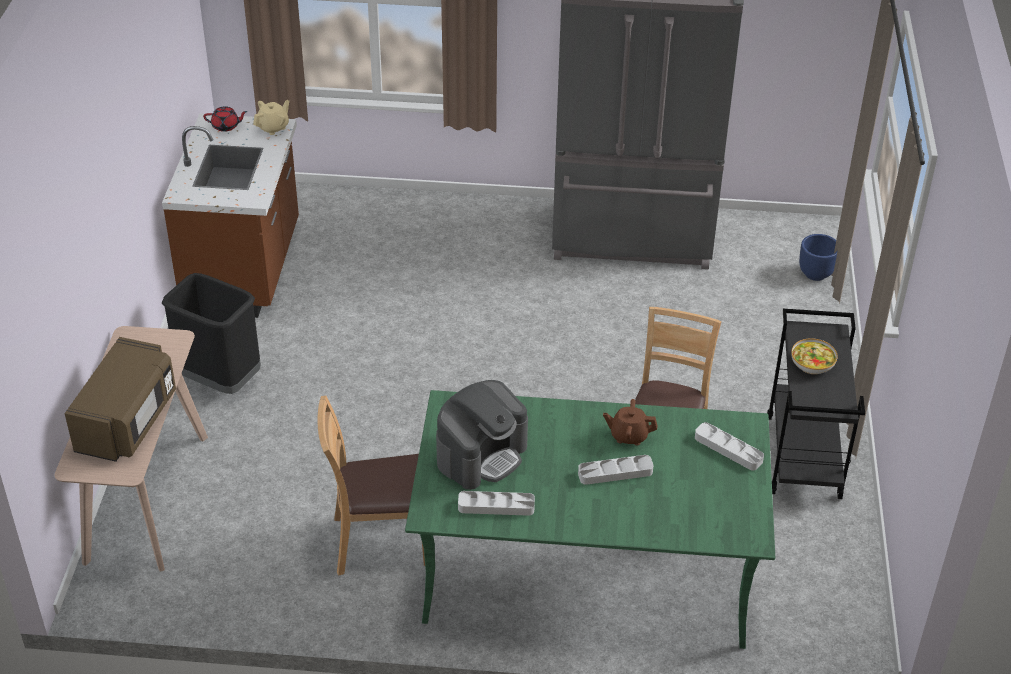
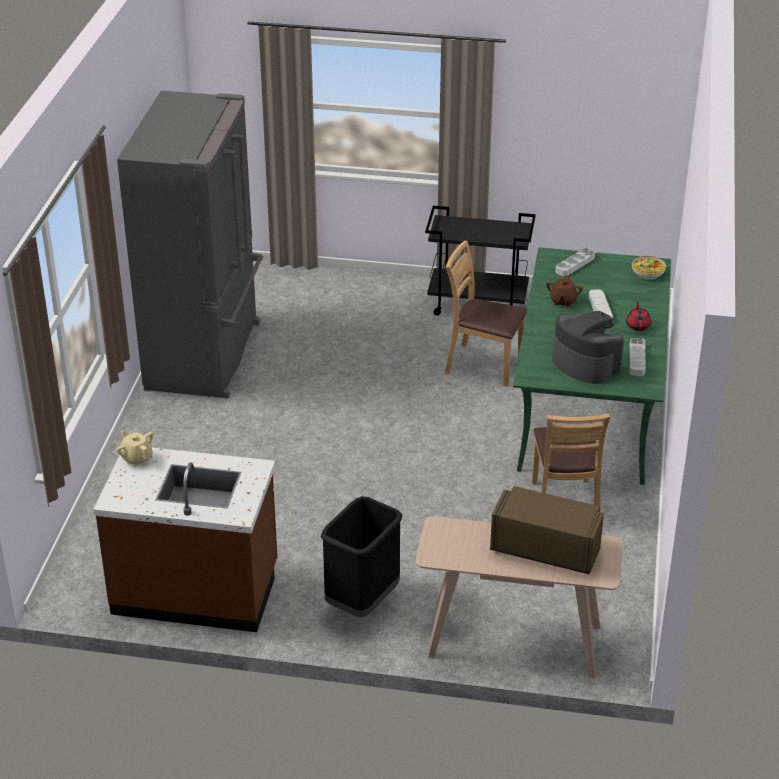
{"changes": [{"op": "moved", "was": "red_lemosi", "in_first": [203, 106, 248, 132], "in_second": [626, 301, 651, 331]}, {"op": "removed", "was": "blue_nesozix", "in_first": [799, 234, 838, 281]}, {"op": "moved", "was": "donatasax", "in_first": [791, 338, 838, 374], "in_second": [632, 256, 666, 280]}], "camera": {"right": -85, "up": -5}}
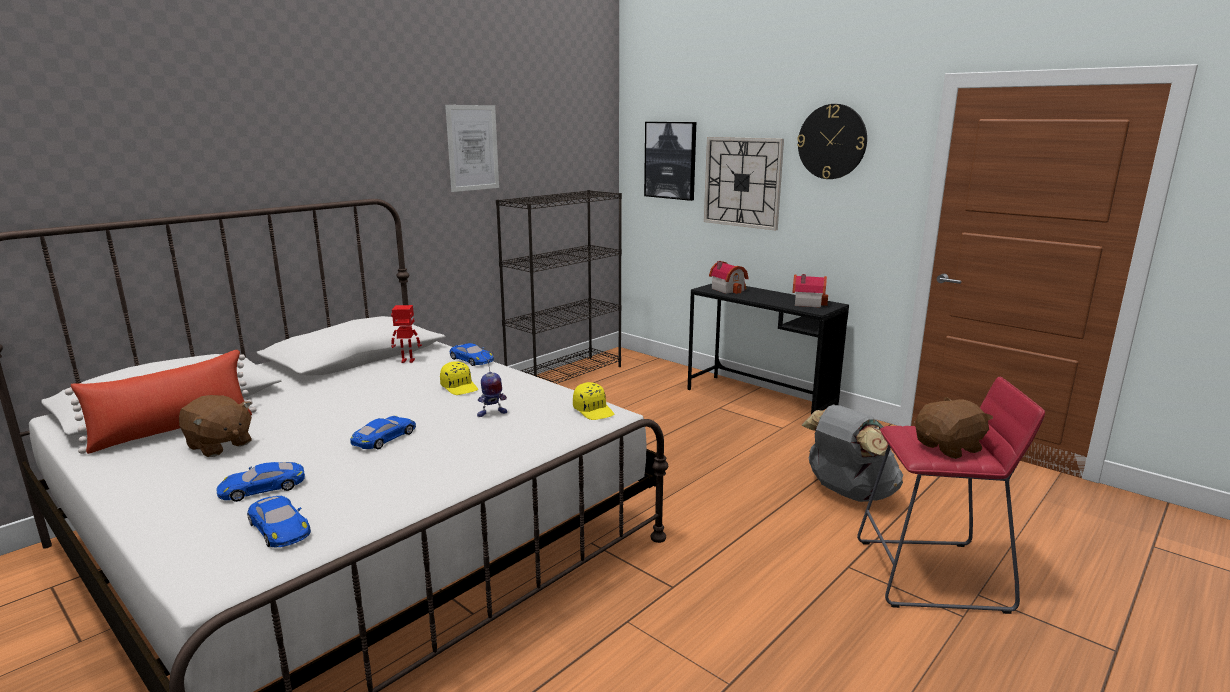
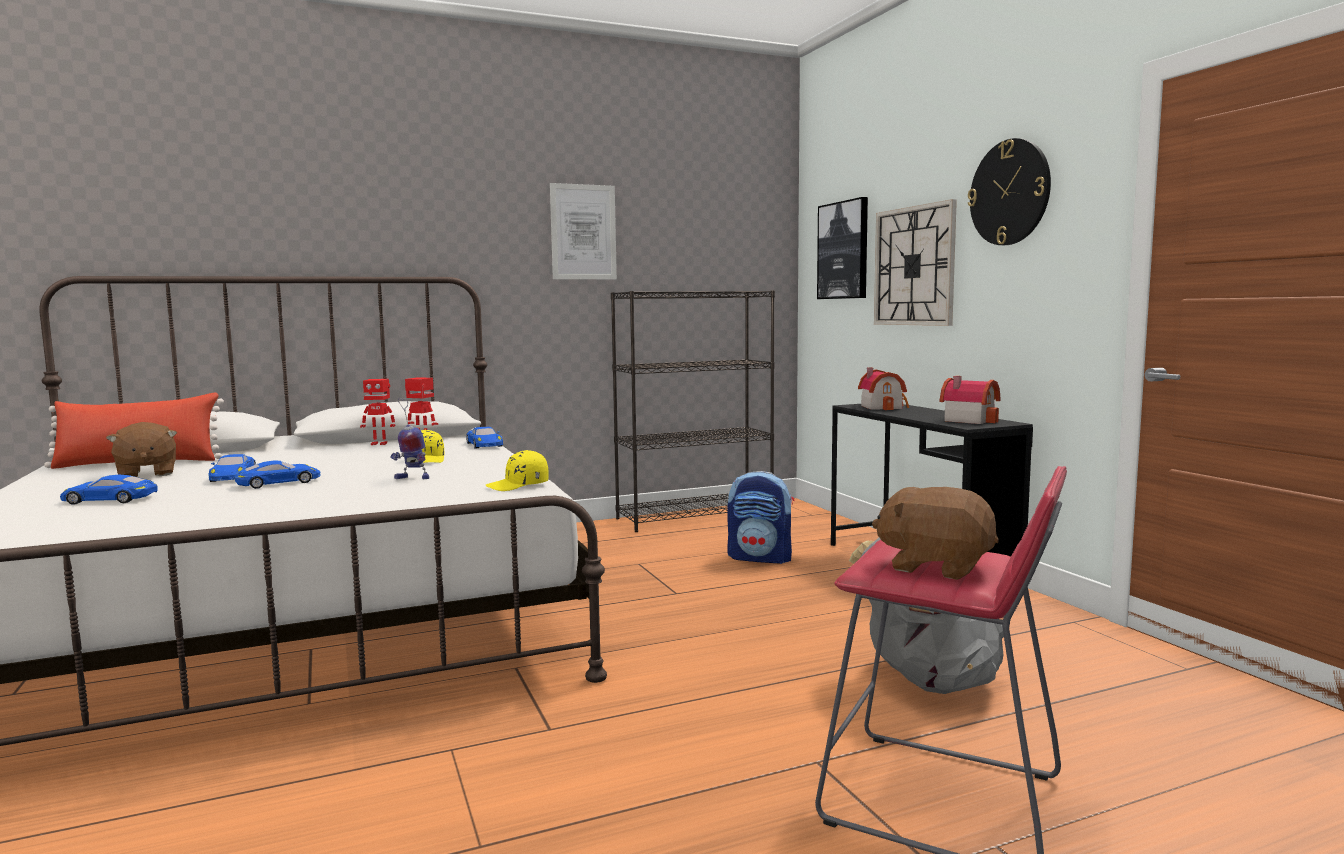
{"changes": [{"op": "turned", "was": "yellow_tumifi", "in_first": [573, 382, 614, 420], "in_second": [486, 450, 549, 491], "clockwise": 75}, {"op": "turned", "was": "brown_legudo", "in_first": [915, 397, 993, 459], "in_second": [872, 487, 999, 580], "clockwise": -150}, {"op": "moved", "was": "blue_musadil", "in_first": [247, 496, 311, 548], "in_second": [208, 454, 256, 482]}, {"op": "added", "now": "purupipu", "in_second": [360, 379, 396, 445]}, {"op": "added", "now": "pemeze", "in_second": [727, 471, 795, 564]}], "camera": {"right": 25, "up": -10}}
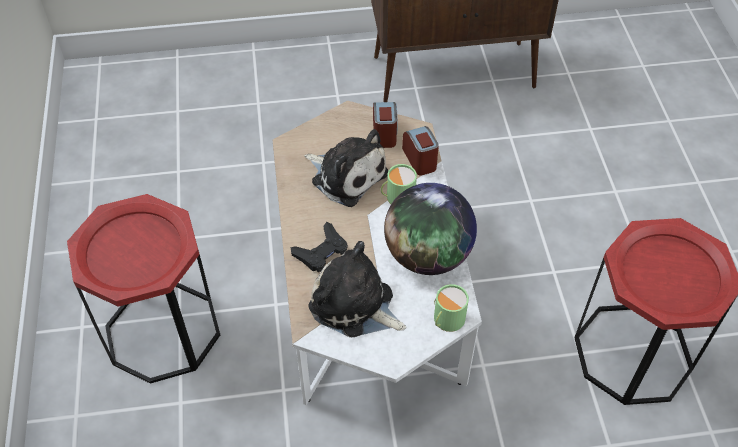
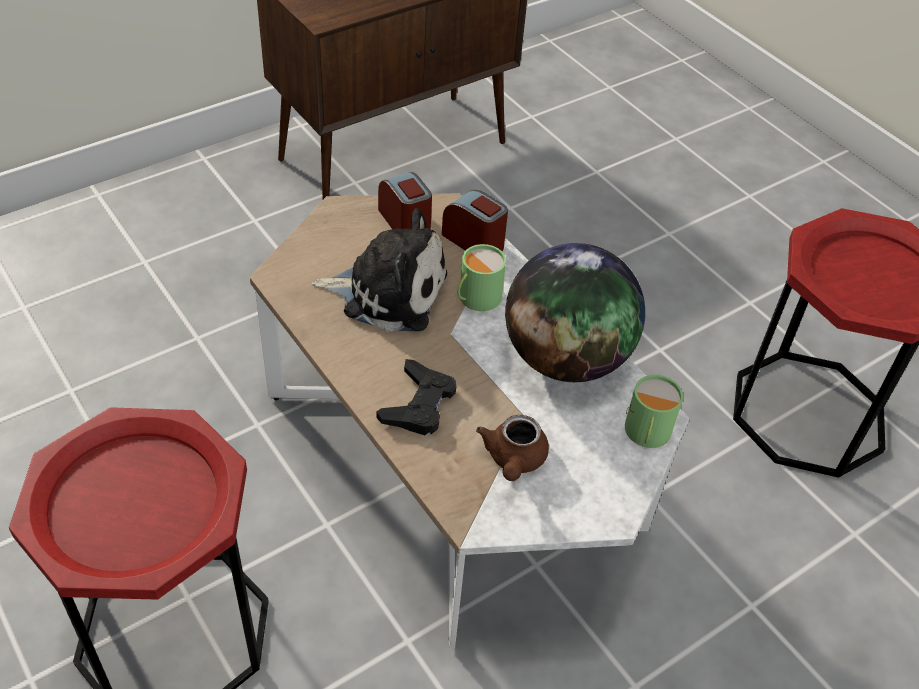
{"changes": [{"op": "replaced", "was": "legudo", "now": "brown_lemosi", "in_first": [308, 241, 406, 337], "in_second": [476, 415, 549, 481]}], "camera": {"right": -30, "up": -5}}
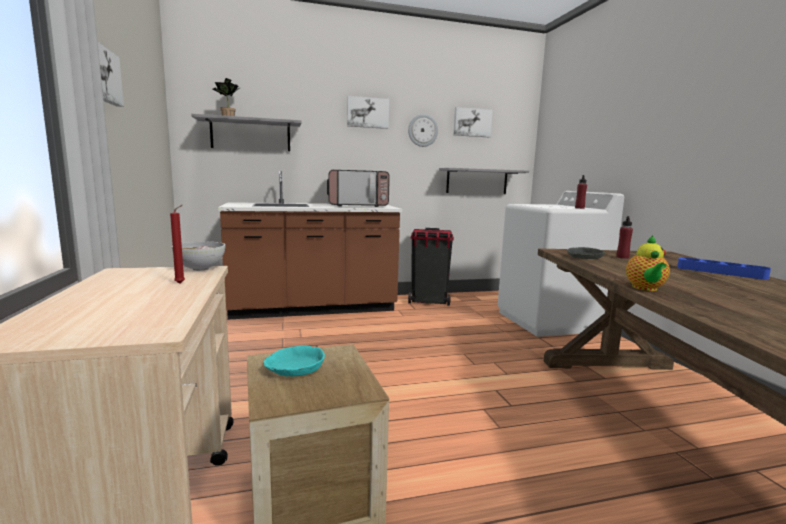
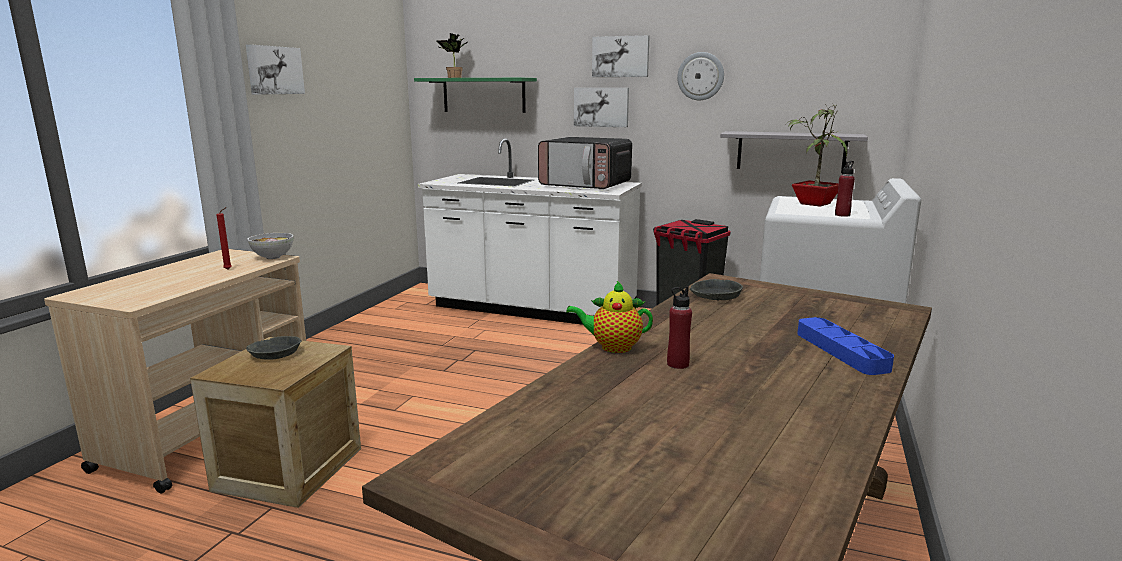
{"changes": [{"op": "moved", "was": "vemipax", "in_first": [454, 107, 493, 137], "in_second": [574, 88, 629, 127]}, {"op": "recoloured", "was": "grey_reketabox", "now": "green_reketabox", "in_first": [192, 114, 301, 151], "in_second": [414, 78, 537, 113]}, {"op": "recoloured", "was": "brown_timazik", "now": "white_timazik", "in_first": [218, 171, 402, 319], "in_second": [418, 138, 642, 325]}, {"op": "moved", "was": "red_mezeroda", "in_first": [616, 216, 633, 259], "in_second": [667, 286, 692, 369]}, {"op": "turned", "was": "lemosi", "in_first": [626, 235, 670, 291], "in_second": [566, 281, 653, 353], "clockwise": 45}, {"op": "recoloured", "was": "turquoise_donatasax", "now": "grey_donatasax", "in_first": [263, 346, 325, 377], "in_second": [246, 336, 302, 360]}, {"op": "added", "now": "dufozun", "in_second": [784, 103, 847, 207]}], "camera": {"right": 35, "up": 5}}
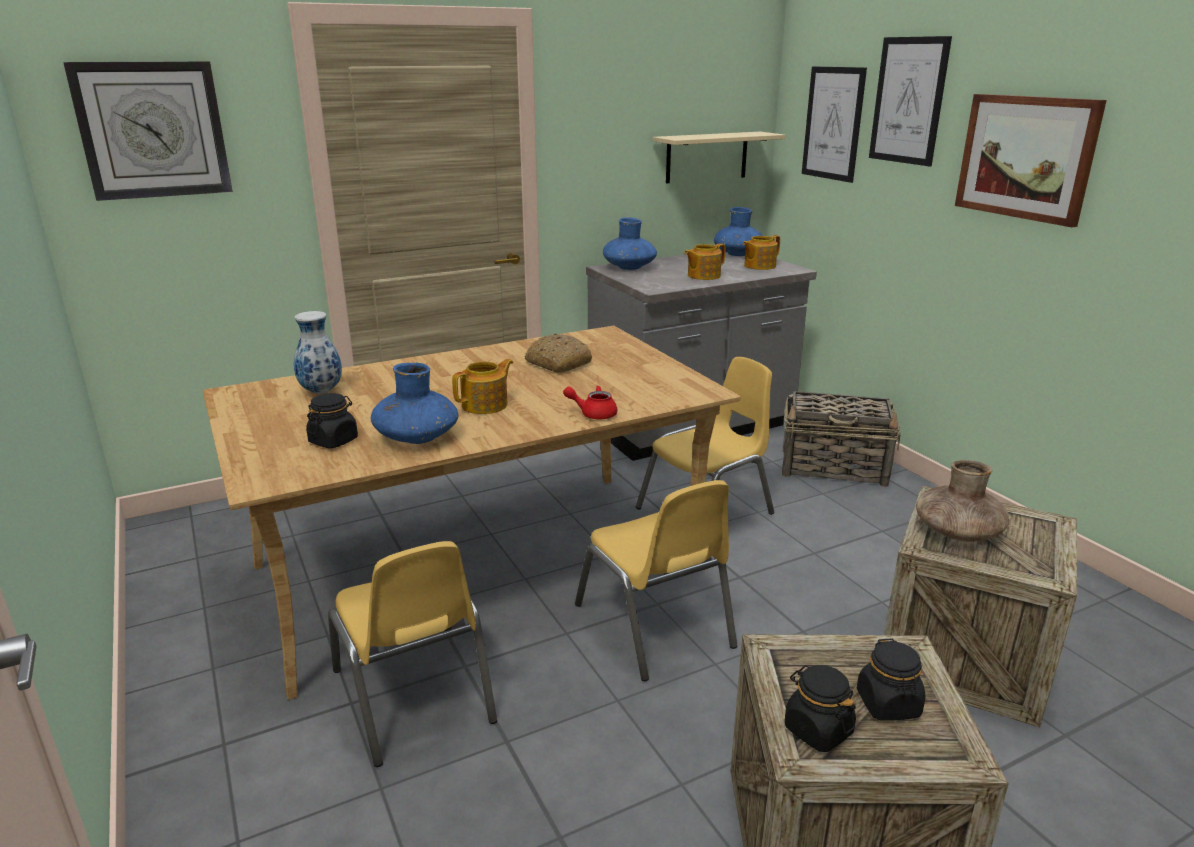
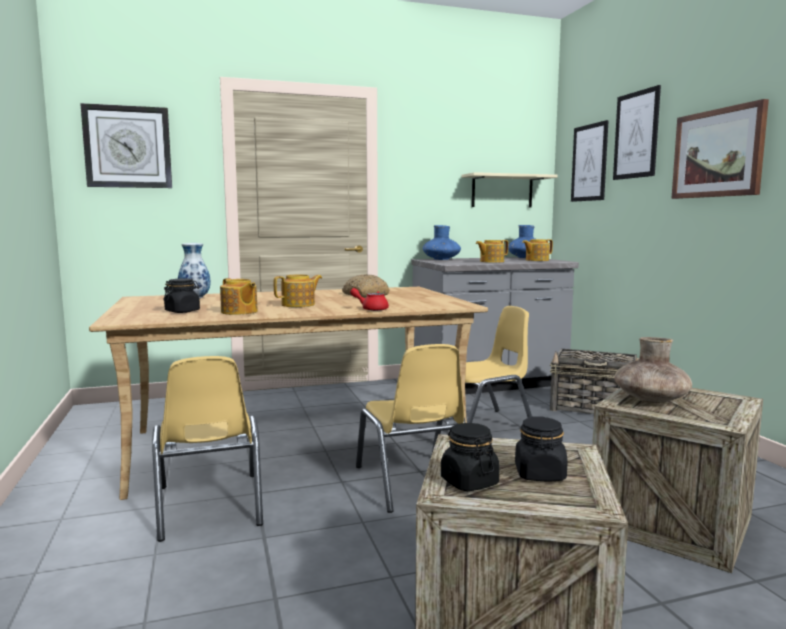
{"changes": [{"op": "replaced", "was": "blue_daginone", "now": "lemosi", "in_first": [371, 363, 458, 444], "in_second": [220, 278, 258, 315]}], "camera": {"right": 10, "up": -15}}
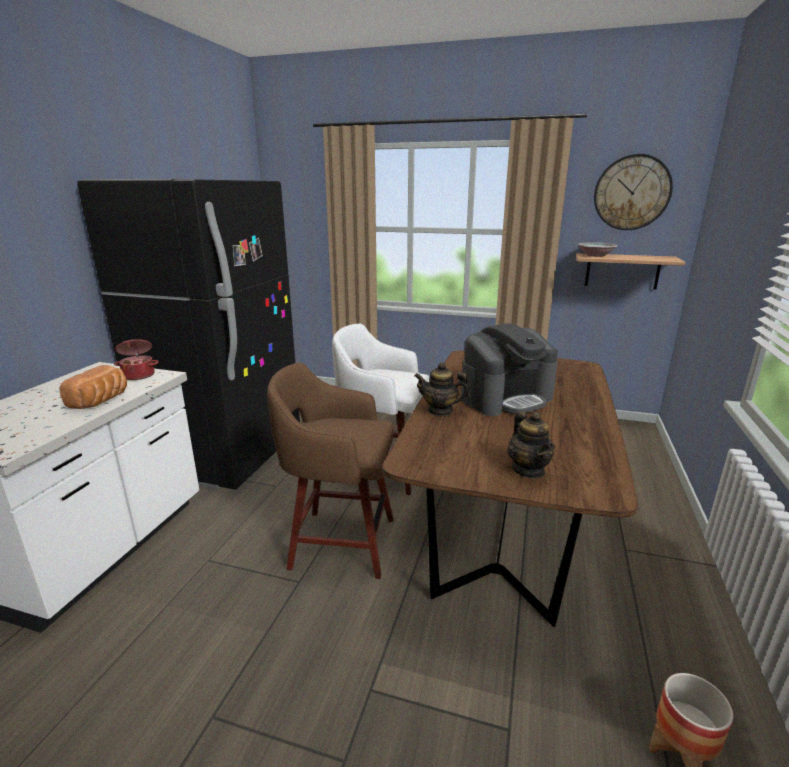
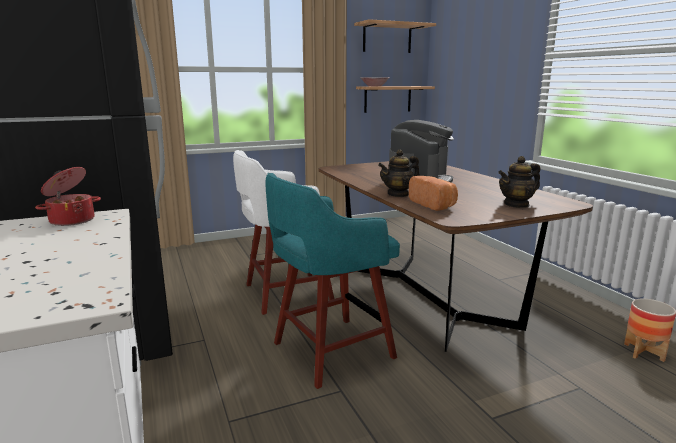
{"changes": [{"op": "replaced", "was": "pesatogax", "now": "reketabox", "in_first": [594, 154, 673, 230], "in_second": [354, 19, 436, 53]}, {"op": "recoloured", "was": "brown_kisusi", "now": "turquoise_kisusi", "in_first": [267, 362, 394, 579], "in_second": [265, 173, 400, 389]}, {"op": "moved", "was": "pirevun", "in_first": [59, 365, 127, 409], "in_second": [409, 176, 458, 211]}, {"op": "turned", "was": "lemosi", "in_first": [508, 411, 555, 478], "in_second": [498, 156, 540, 208], "clockwise": 120}], "camera": {"right": -40, "up": -5}}
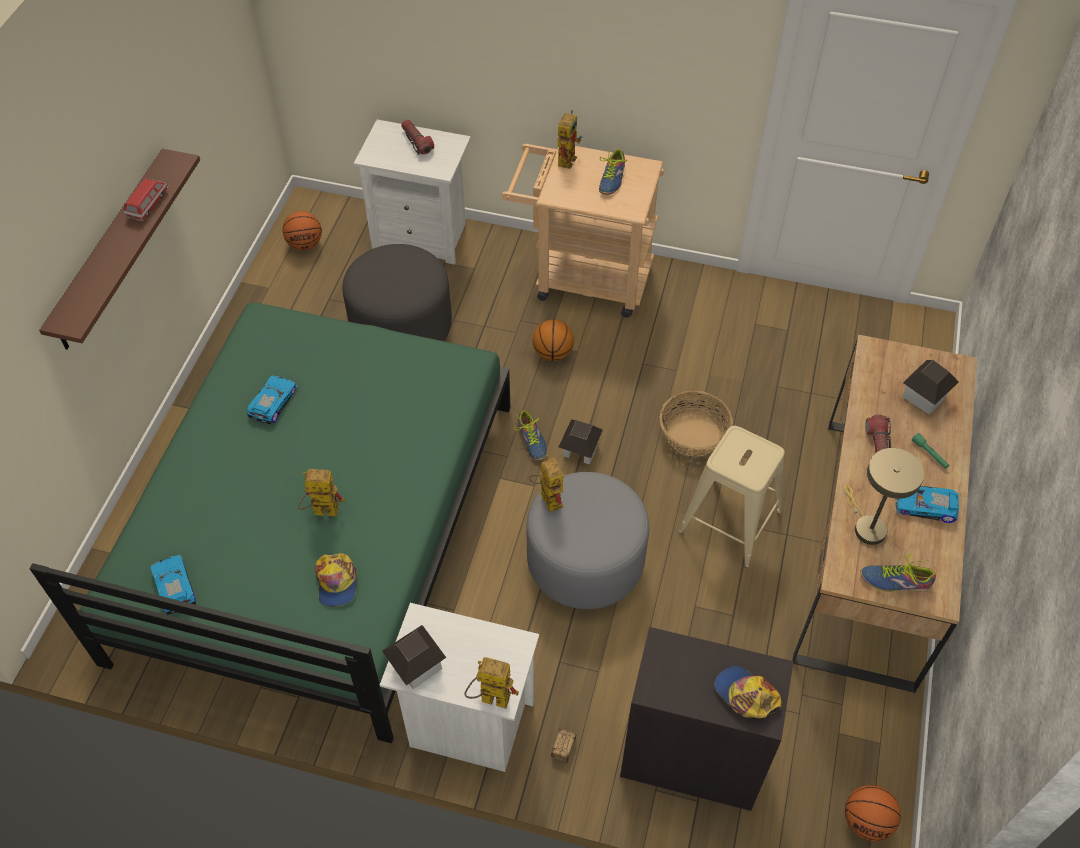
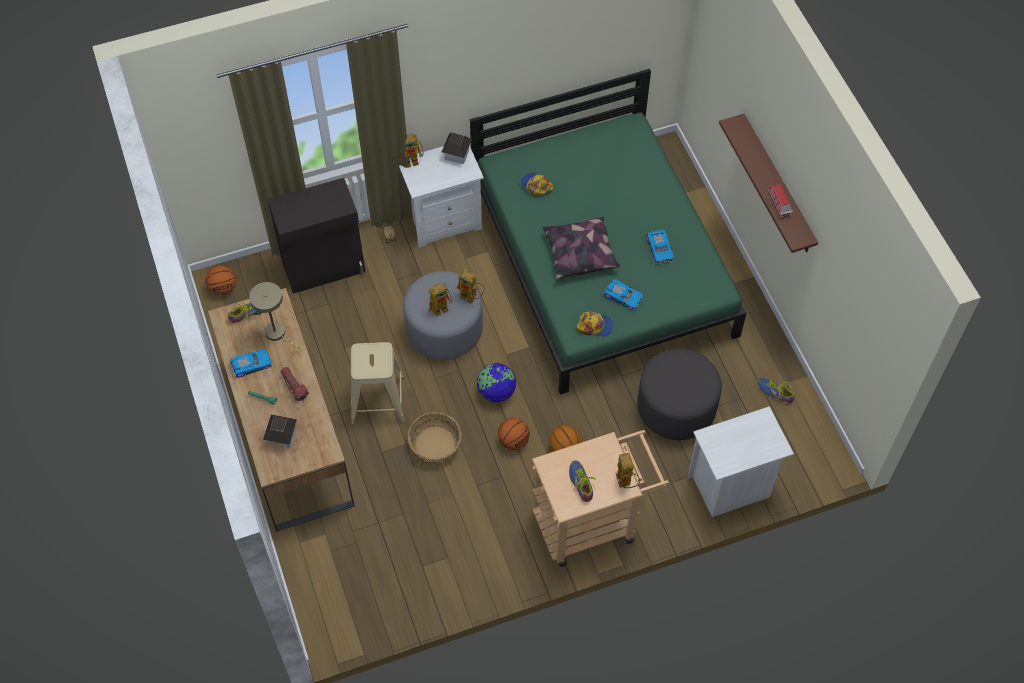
{"changes": [{"op": "removed", "was": "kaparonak", "in_first": [401, 119, 434, 155]}, {"op": "moved", "was": "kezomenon", "in_first": [282, 211, 322, 250], "in_second": [498, 418, 530, 450]}, {"op": "moved", "was": "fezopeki", "in_first": [514, 410, 547, 461], "in_second": [757, 378, 795, 404]}, {"op": "replaced", "was": "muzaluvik", "now": "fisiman", "in_first": [559, 419, 603, 465], "in_second": [477, 363, 516, 402]}, {"op": "moved", "was": "purupipu", "in_first": [297, 469, 345, 517], "in_second": [429, 282, 453, 317]}, {"op": "moved", "was": "musadil", "in_first": [151, 555, 196, 615], "in_second": [604, 280, 643, 311]}, {"op": "moved", "was": "tumifi", "in_first": [714, 666, 782, 718], "in_second": [576, 312, 613, 337]}, {"op": "added", "now": "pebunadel", "in_second": [543, 216, 620, 279]}], "camera": {"right": 145, "up": 5}}
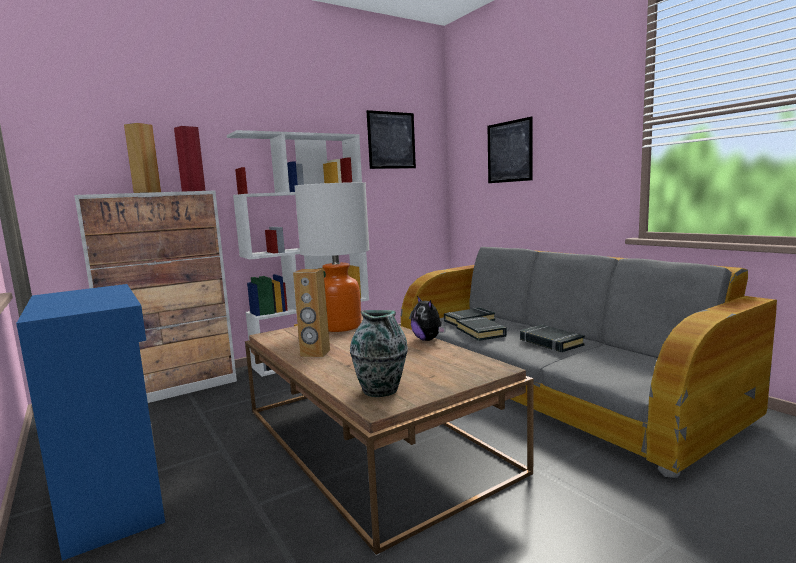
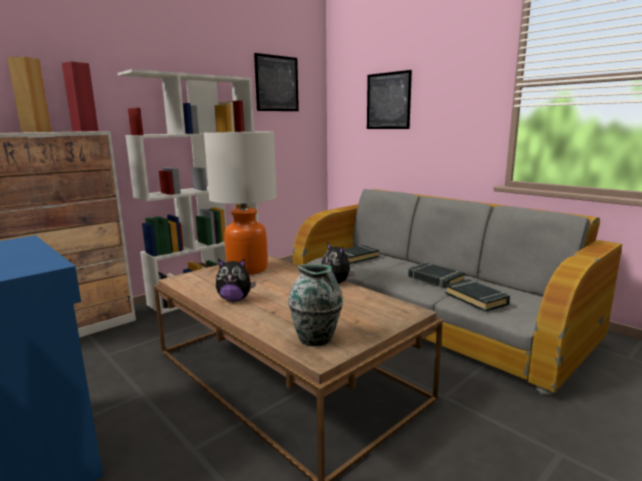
{"changes": [{"op": "replaced", "was": "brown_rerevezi", "now": "legudo", "in_first": [293, 269, 330, 357], "in_second": [216, 258, 256, 302]}, {"op": "moved", "was": "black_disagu", "in_first": [456, 317, 507, 341], "in_second": [445, 279, 510, 312]}], "camera": {"right": -10, "up": 5}}
